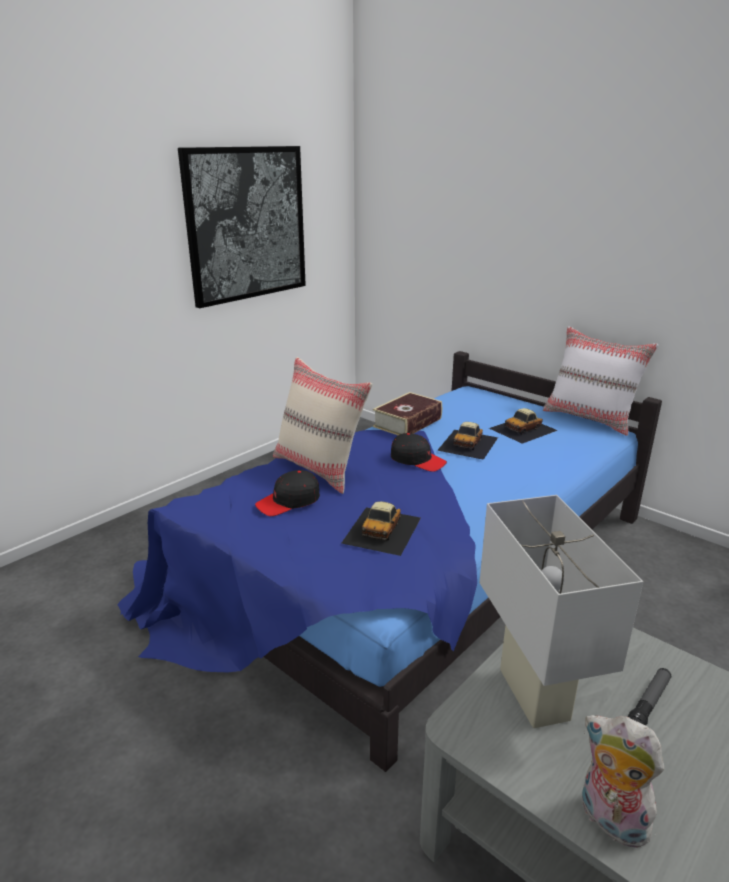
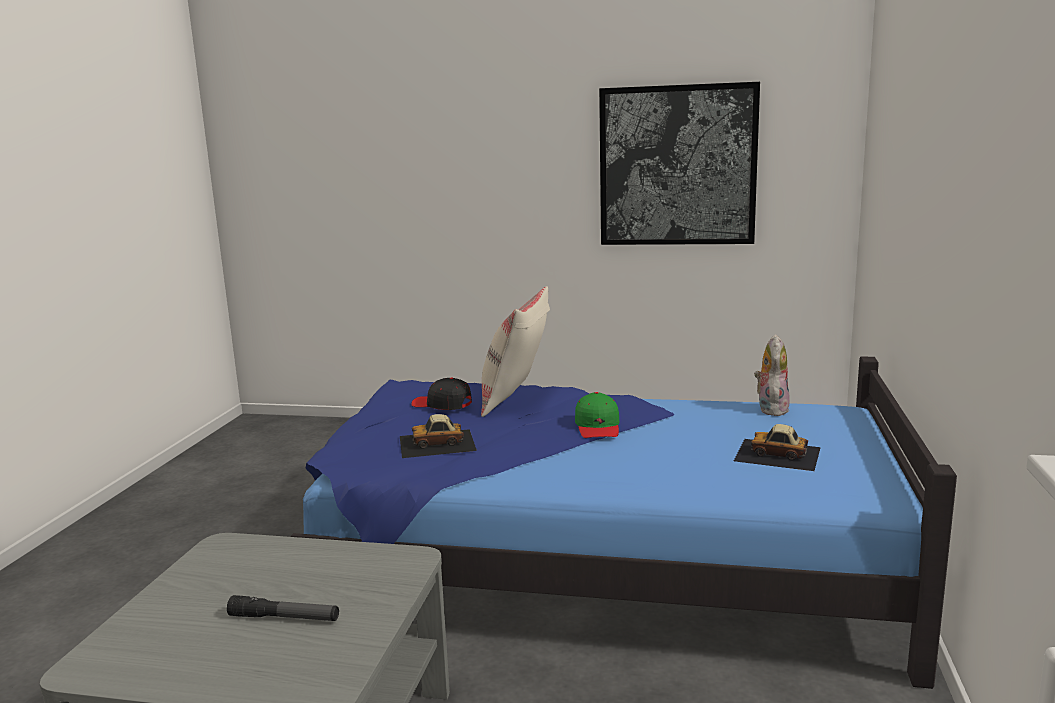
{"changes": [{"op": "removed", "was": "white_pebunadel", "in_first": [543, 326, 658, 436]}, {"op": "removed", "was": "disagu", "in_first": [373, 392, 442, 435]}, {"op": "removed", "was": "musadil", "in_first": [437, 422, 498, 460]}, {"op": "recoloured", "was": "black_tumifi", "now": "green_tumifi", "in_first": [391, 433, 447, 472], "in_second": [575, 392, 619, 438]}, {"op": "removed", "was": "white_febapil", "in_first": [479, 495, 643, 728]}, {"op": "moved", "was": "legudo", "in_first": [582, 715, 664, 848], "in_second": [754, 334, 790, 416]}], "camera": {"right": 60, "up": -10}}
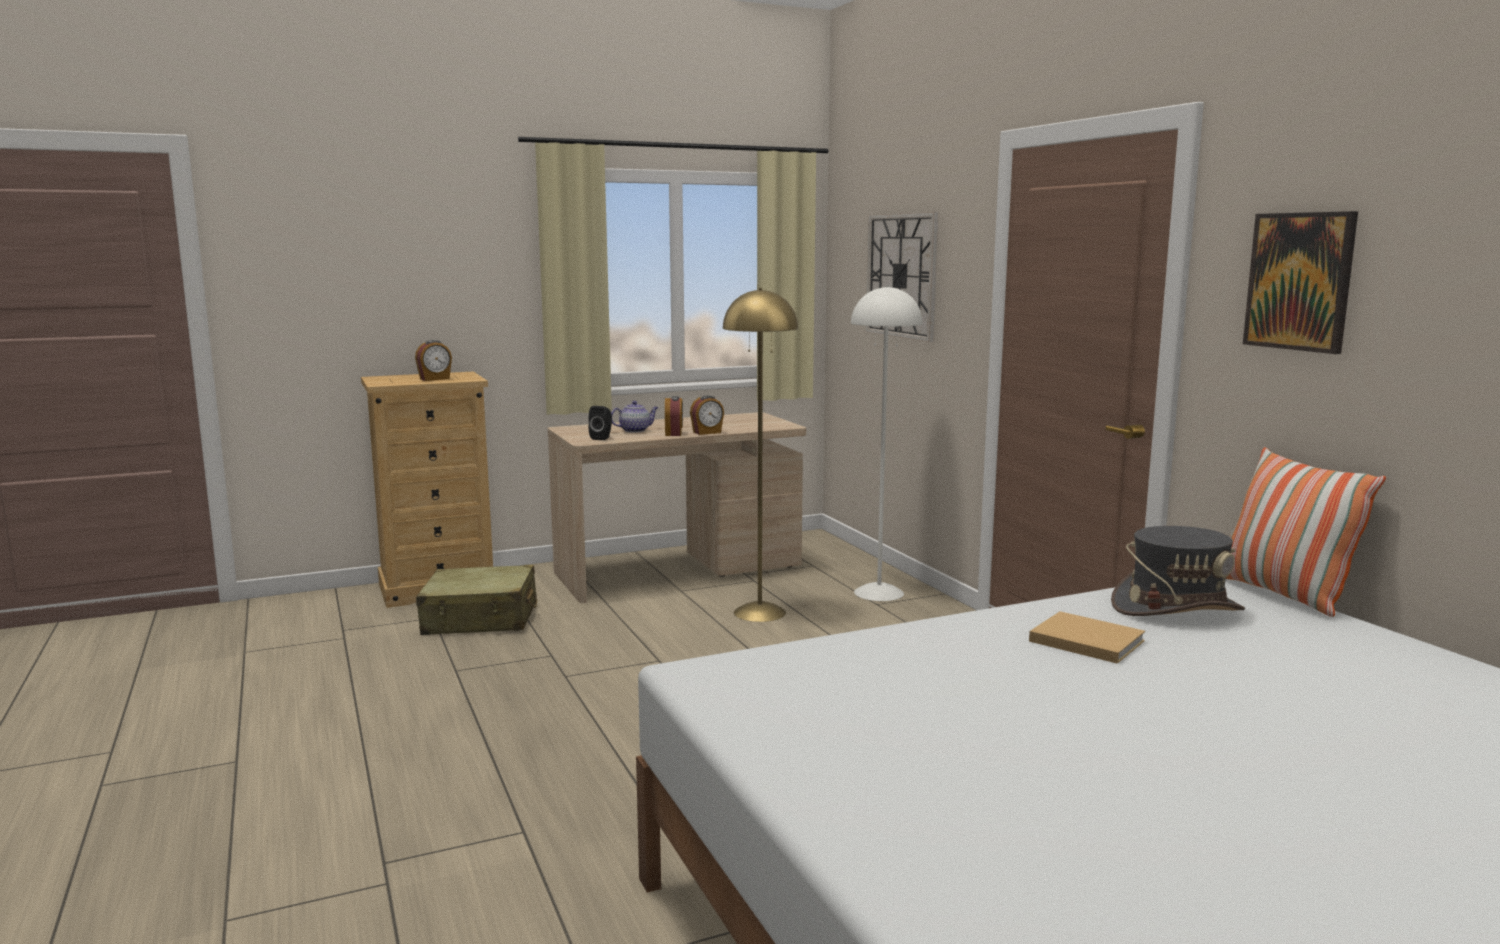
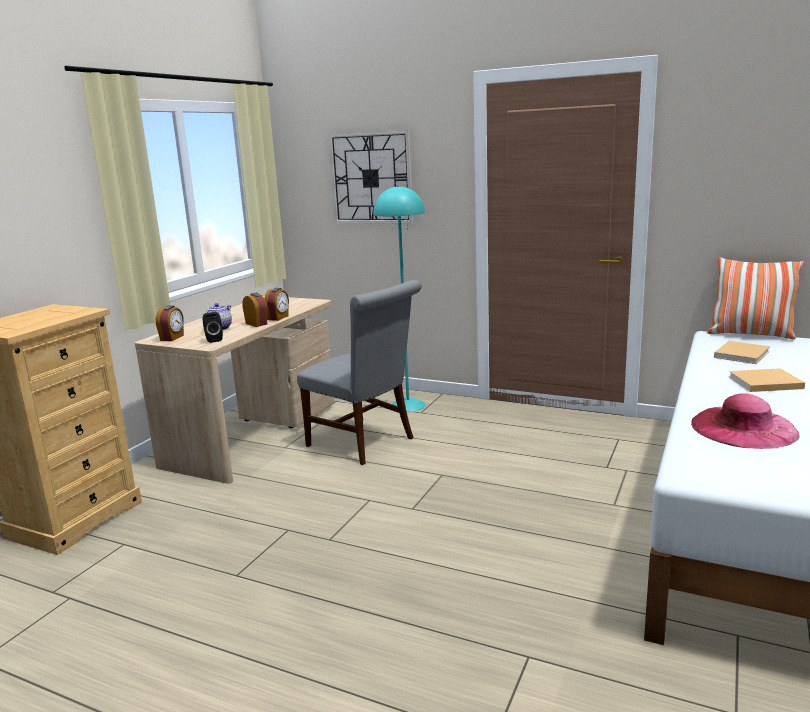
{"changes": [{"op": "removed", "was": "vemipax", "in_first": [1243, 211, 1358, 354]}, {"op": "recoloured", "was": "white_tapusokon", "now": "turquoise_tapusokon", "in_first": [851, 285, 922, 601], "in_second": [373, 185, 426, 412]}, {"op": "replaced", "was": "yellow_tapusokon", "now": "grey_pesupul", "in_first": [723, 288, 798, 622], "in_second": [297, 280, 422, 465]}, {"op": "moved", "was": "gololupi", "in_first": [415, 340, 452, 381], "in_second": [156, 305, 184, 341]}, {"op": "replaced", "was": "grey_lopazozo", "now": "beige_disagu", "in_first": [1111, 526, 1245, 616], "in_second": [714, 341, 770, 364]}, {"op": "removed", "was": "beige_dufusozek", "in_first": [416, 565, 537, 635]}, {"op": "added", "now": "pink_lopazozo", "in_second": [691, 393, 799, 449]}], "camera": {"right": -40, "up": 5}}
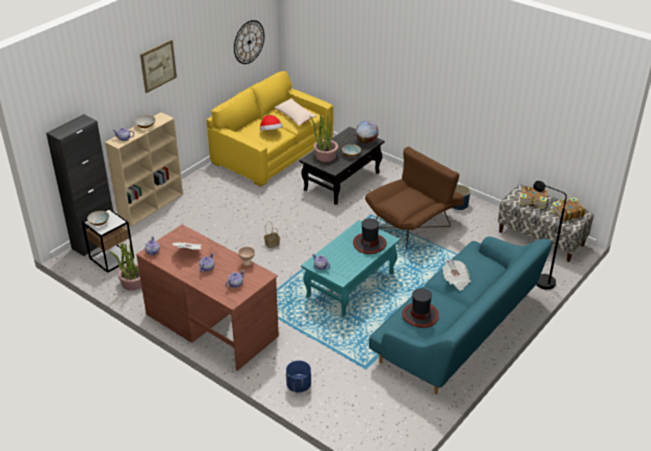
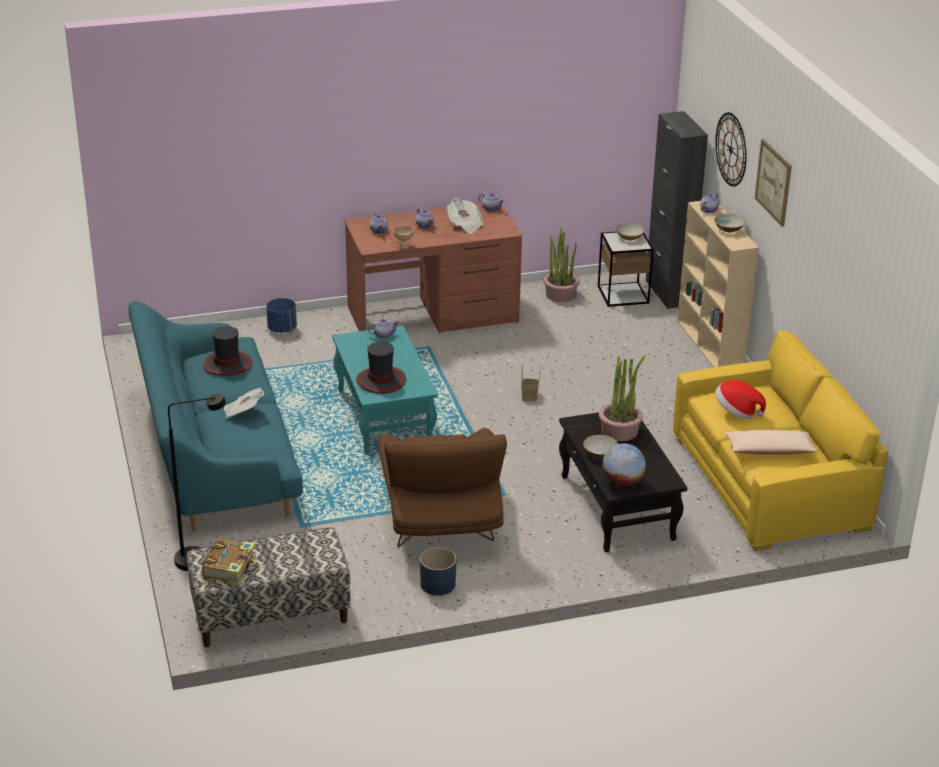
{"changes": [{"op": "moved", "was": "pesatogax", "in_first": [234, 20, 264, 64], "in_second": [715, 112, 747, 187]}, {"op": "removed", "was": "disagu", "in_first": [519, 186, 548, 209]}], "camera": {"right": 125, "up": -5}}
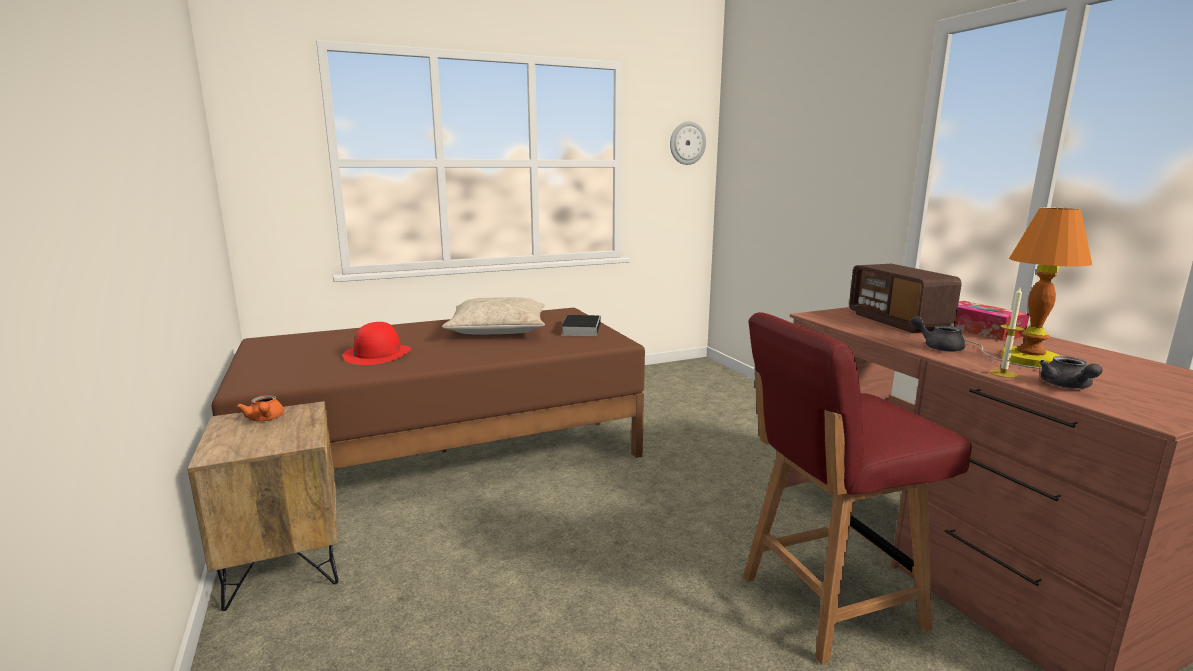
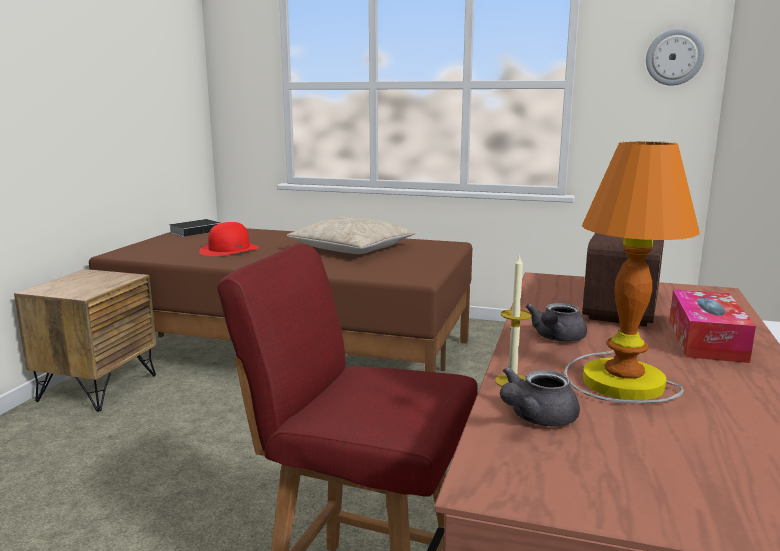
{"changes": [{"op": "moved", "was": "disagu", "in_first": [561, 315, 601, 336], "in_second": [169, 219, 221, 237]}, {"op": "turned", "was": "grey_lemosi", "in_first": [910, 316, 965, 352], "in_second": [526, 303, 587, 342], "clockwise": -150}, {"op": "removed", "was": "orange_lemosi", "in_first": [237, 395, 284, 421]}], "camera": {"right": 40, "up": 0}}
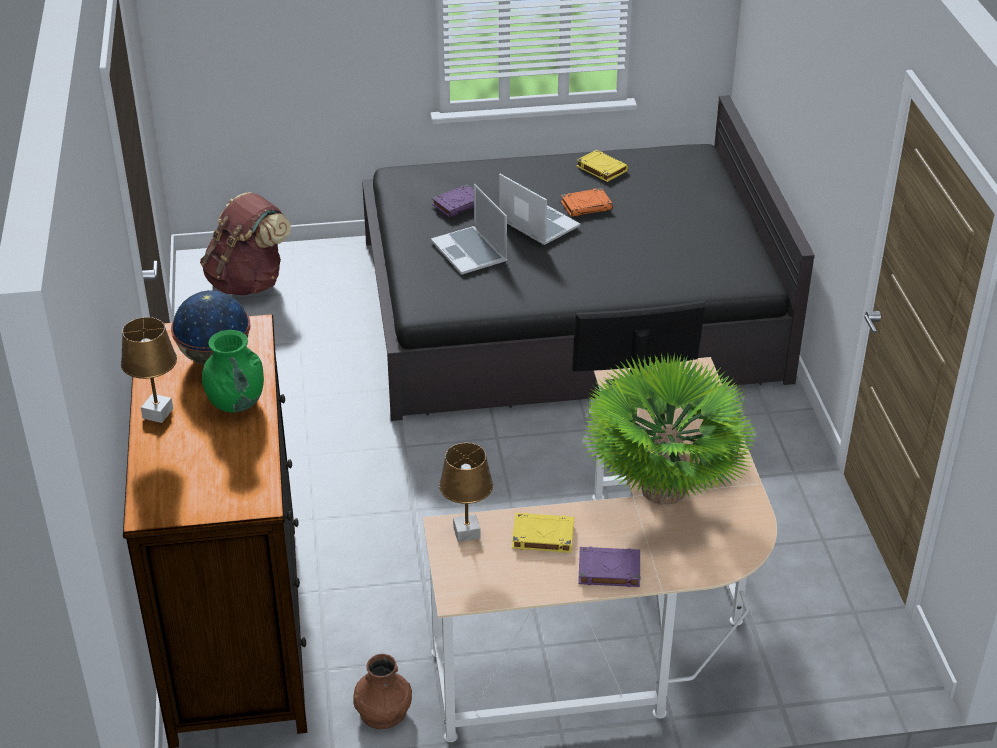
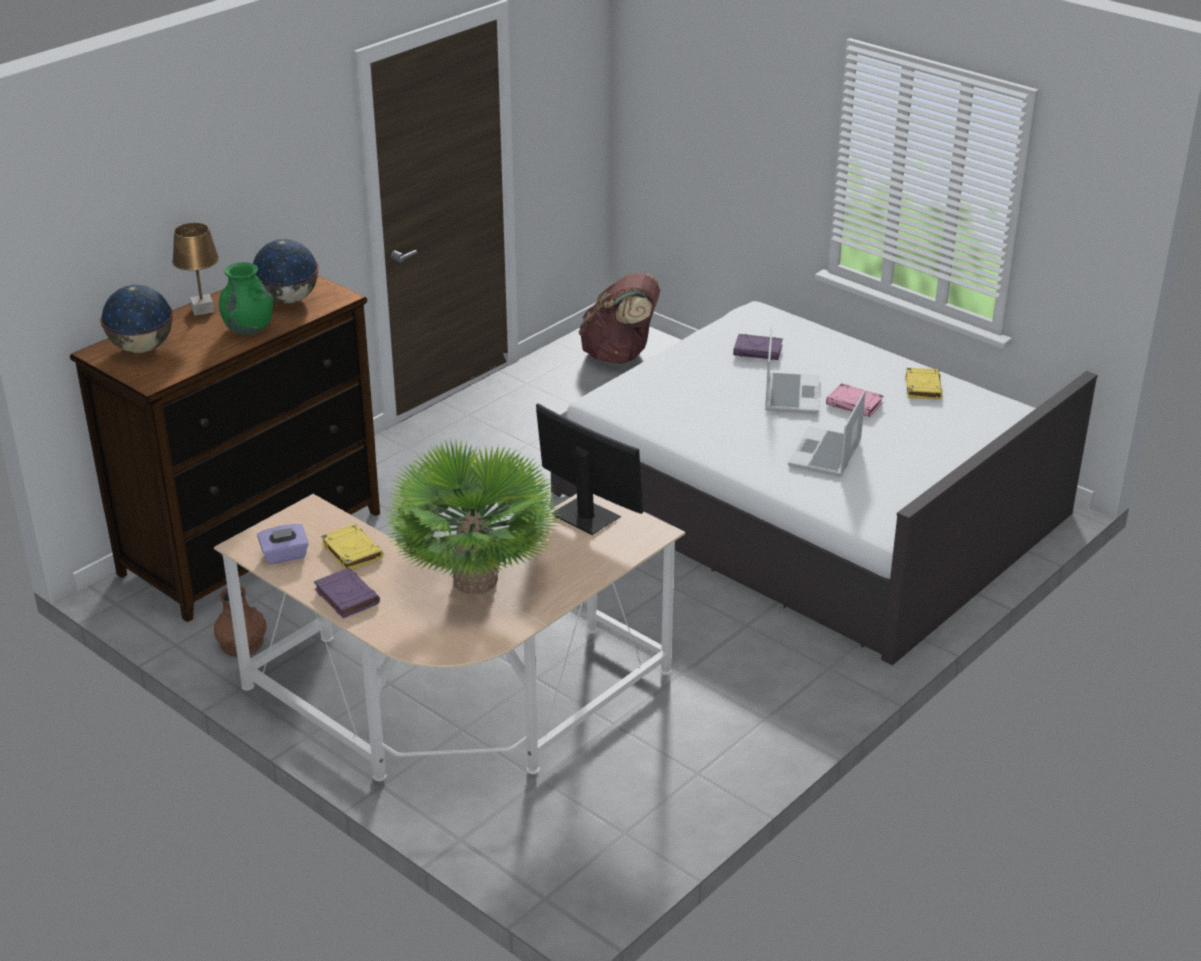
{"changes": [{"op": "recoloured", "was": "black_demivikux", "now": "white_demivikux", "in_first": [362, 95, 815, 421], "in_second": [551, 301, 1098, 665]}, {"op": "moved", "was": "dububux", "in_first": [431, 184, 507, 275], "in_second": [788, 390, 866, 477]}, {"op": "recoloured", "was": "orange_disagu", "now": "pink_disagu", "in_first": [561, 188, 613, 217], "in_second": [826, 383, 884, 417]}, {"op": "removed", "was": "brown_febapil", "in_first": [439, 443, 493, 542]}, {"op": "added", "now": "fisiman", "in_second": [100, 285, 173, 353]}, {"op": "added", "now": "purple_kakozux", "in_second": [257, 524, 308, 564]}], "camera": {"right": 50, "up": -5}}
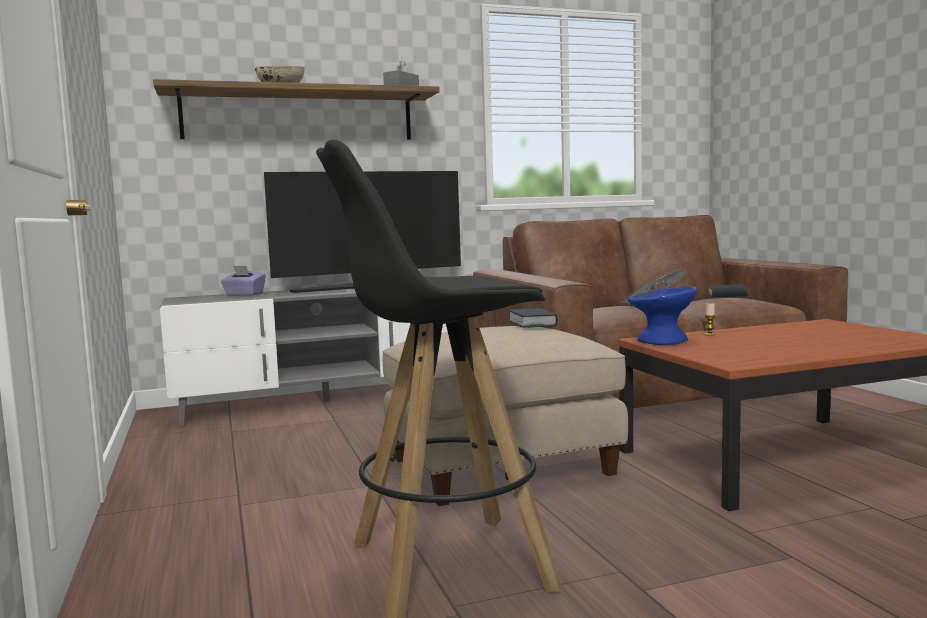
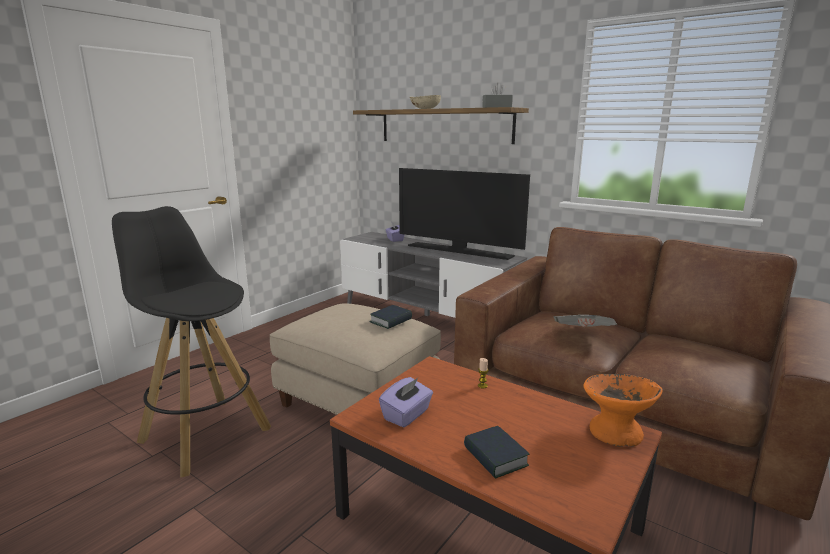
{"changes": [{"op": "removed", "was": "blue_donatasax", "in_first": [628, 285, 698, 345]}, {"op": "moved", "was": "disagu", "in_first": [707, 285, 748, 297], "in_second": [464, 426, 530, 479]}, {"op": "added", "now": "orange_donatasax", "in_second": [583, 374, 663, 447]}, {"op": "added", "now": "purple_kakozux", "in_second": [379, 377, 433, 428]}], "camera": {"right": 55, "up": 10}}
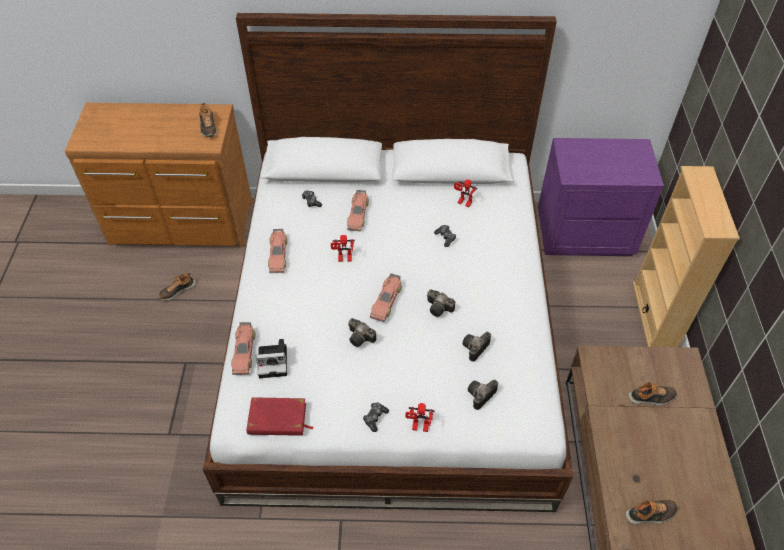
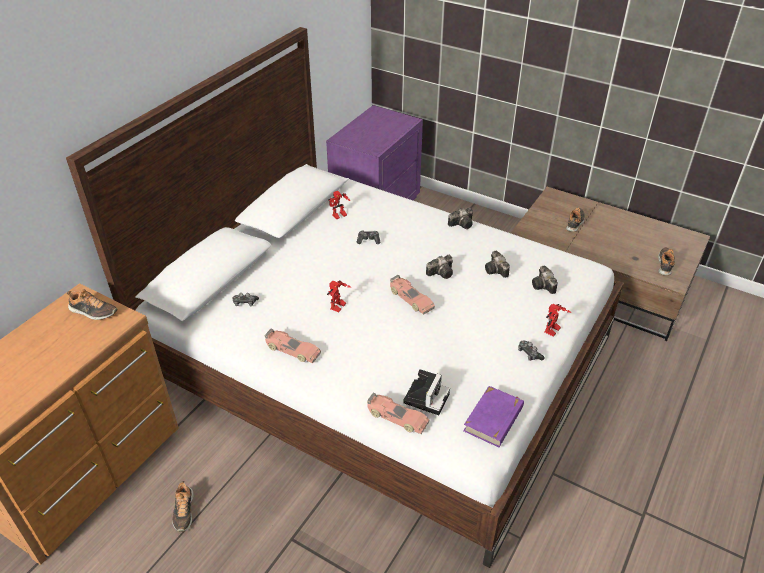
{"changes": [{"op": "removed", "was": "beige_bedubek", "in_first": [633, 166, 740, 347]}, {"op": "removed", "was": "musadil", "in_first": [347, 190, 369, 232]}, {"op": "moved", "was": "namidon", "in_first": [348, 318, 376, 347], "in_second": [448, 207, 473, 229]}, {"op": "recoloured", "was": "red_disagu", "now": "purple_disagu", "in_first": [246, 397, 313, 436], "in_second": [463, 386, 524, 447]}], "camera": {"right": -60, "up": -10}}
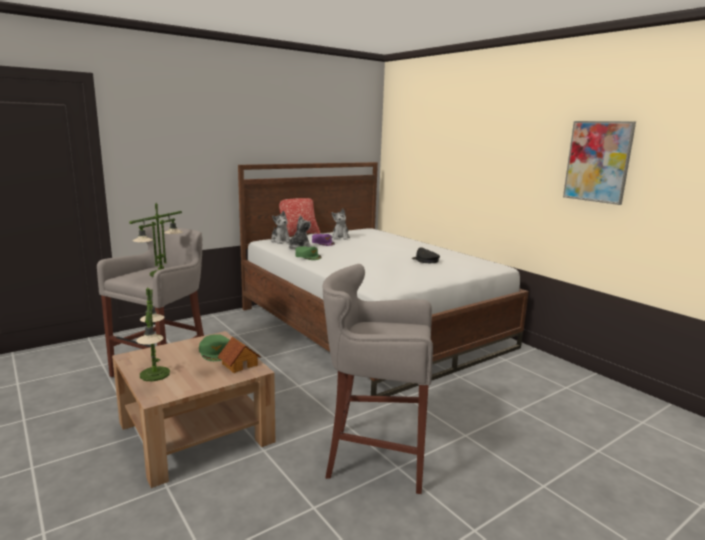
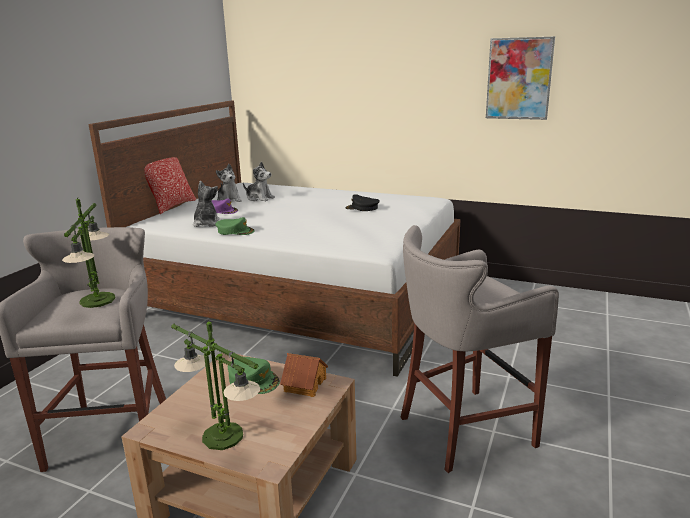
{"changes": [{"op": "moved", "was": "legudo", "in_first": [271, 211, 290, 244], "in_second": [243, 162, 275, 201]}], "camera": {"right": -30, "up": 5}}
